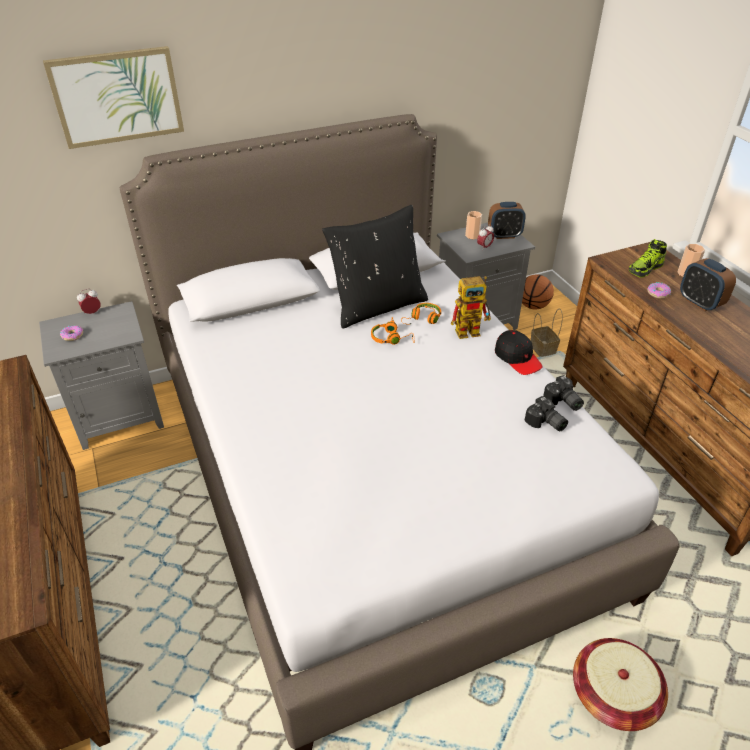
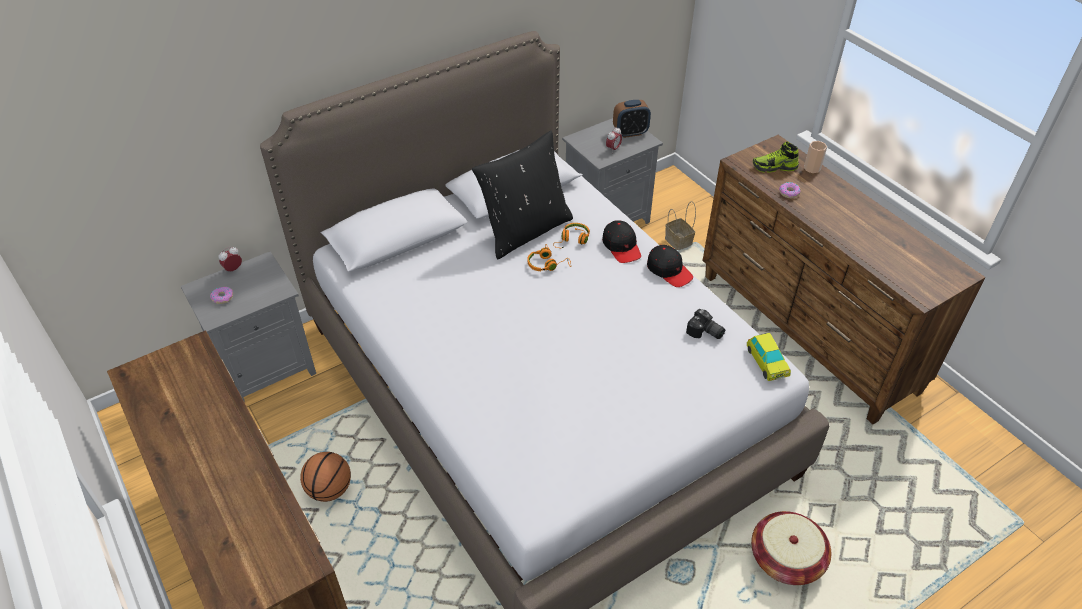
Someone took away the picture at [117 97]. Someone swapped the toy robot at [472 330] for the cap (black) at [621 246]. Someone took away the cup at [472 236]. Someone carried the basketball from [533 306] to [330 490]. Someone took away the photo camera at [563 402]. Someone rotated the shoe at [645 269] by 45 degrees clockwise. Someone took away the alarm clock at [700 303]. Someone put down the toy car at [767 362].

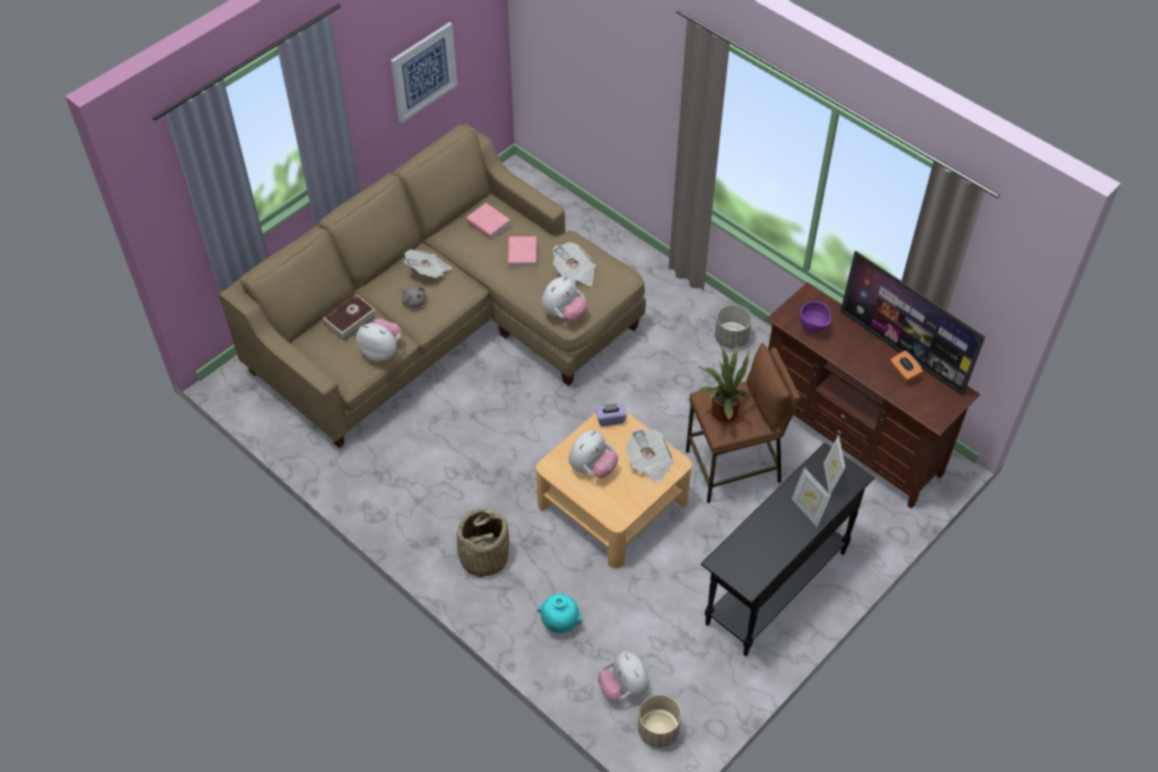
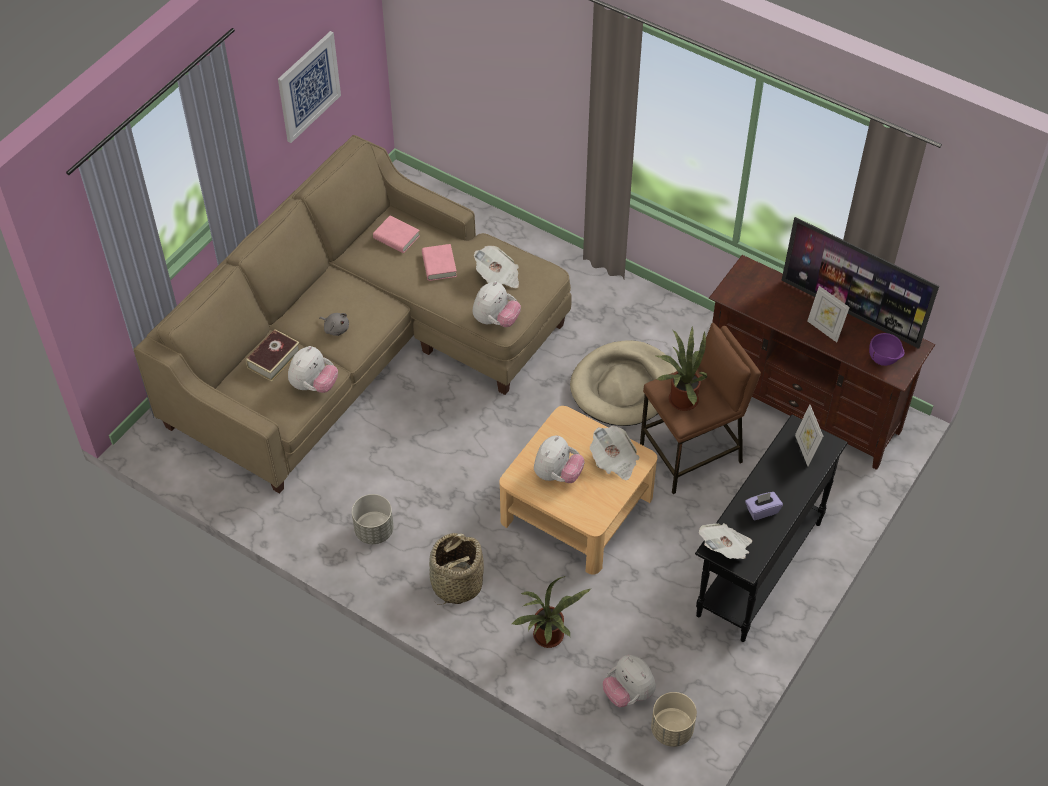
Someone rotated the plush toy at [381 351] by 105 degrees clockwise. Someone carried the newspaper from [428 271] to [725 548]. Someone swapped the vase (turquoise) at [559 623] for the potted plant at [549 638]. Someone carried the tissue box (purple) from [610 419] to [762 510]. Someone carried the planter (grey) from [731 338] to [374 530]. Someone carried the picture frame from [807 511] to [824 329]. Someone carried the bowl (purple) from [813 328] to [883 361]. Someone took away the tissue box (orange) at [904 373]. Someone put down the dog bed (beige) at [624 387].

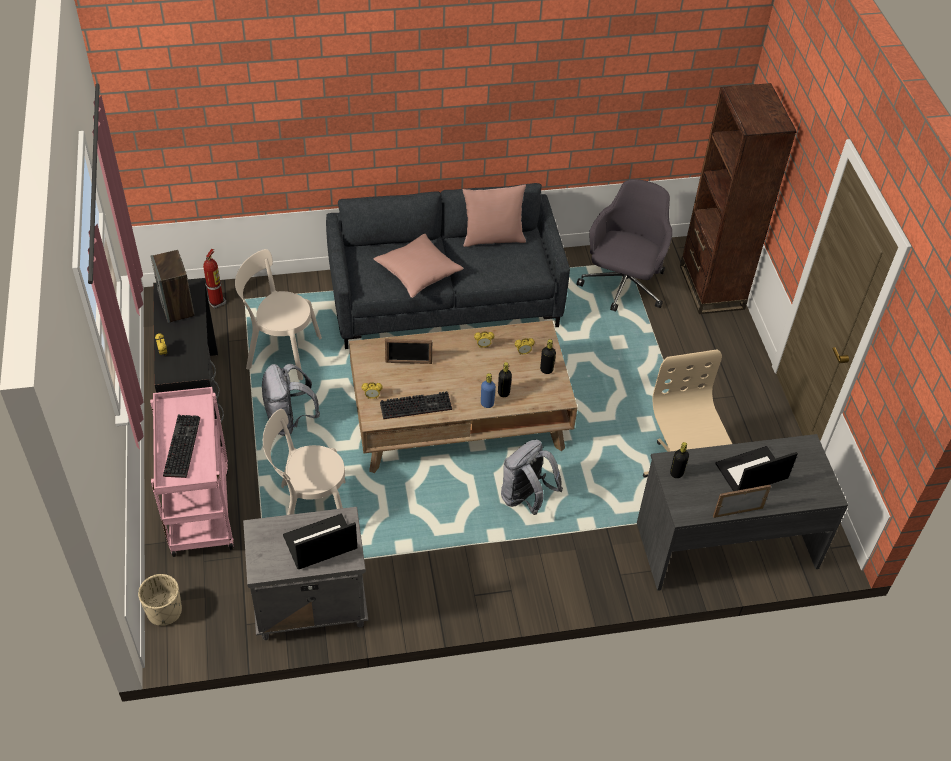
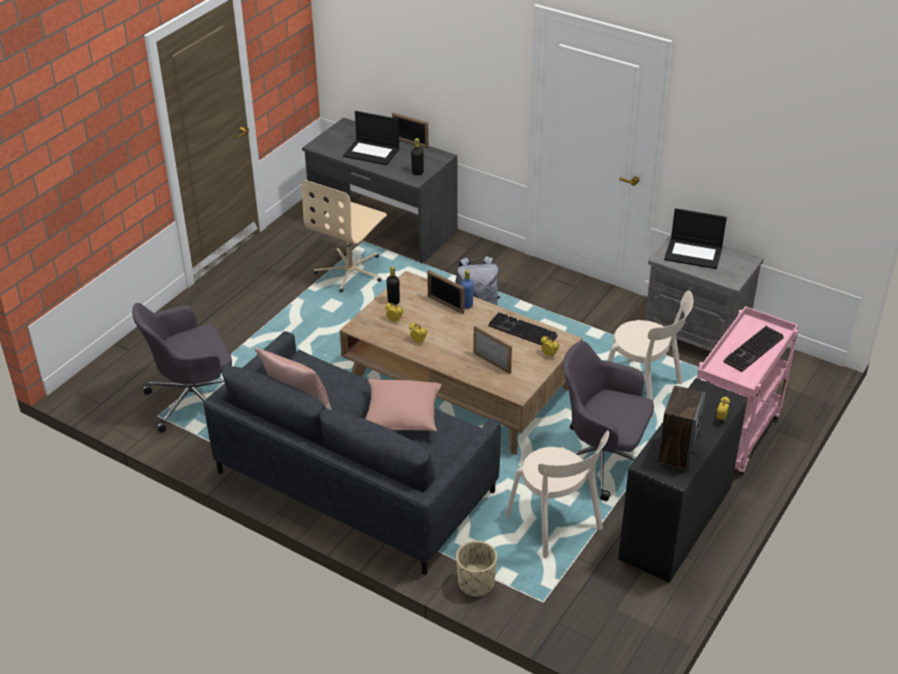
Someone carried the planter (beige) from [164 611] to [475 583]. Someone took away the fire extinguisher at [217 302]. Someone swapped the backpack (grey) at [290 420] for the office chair (grey) at [601 461]. Someone swapped the bottle (black) at [503 392] for the picture frame at [445 305]. Someone took away the bookcase (brown) at [711 287].

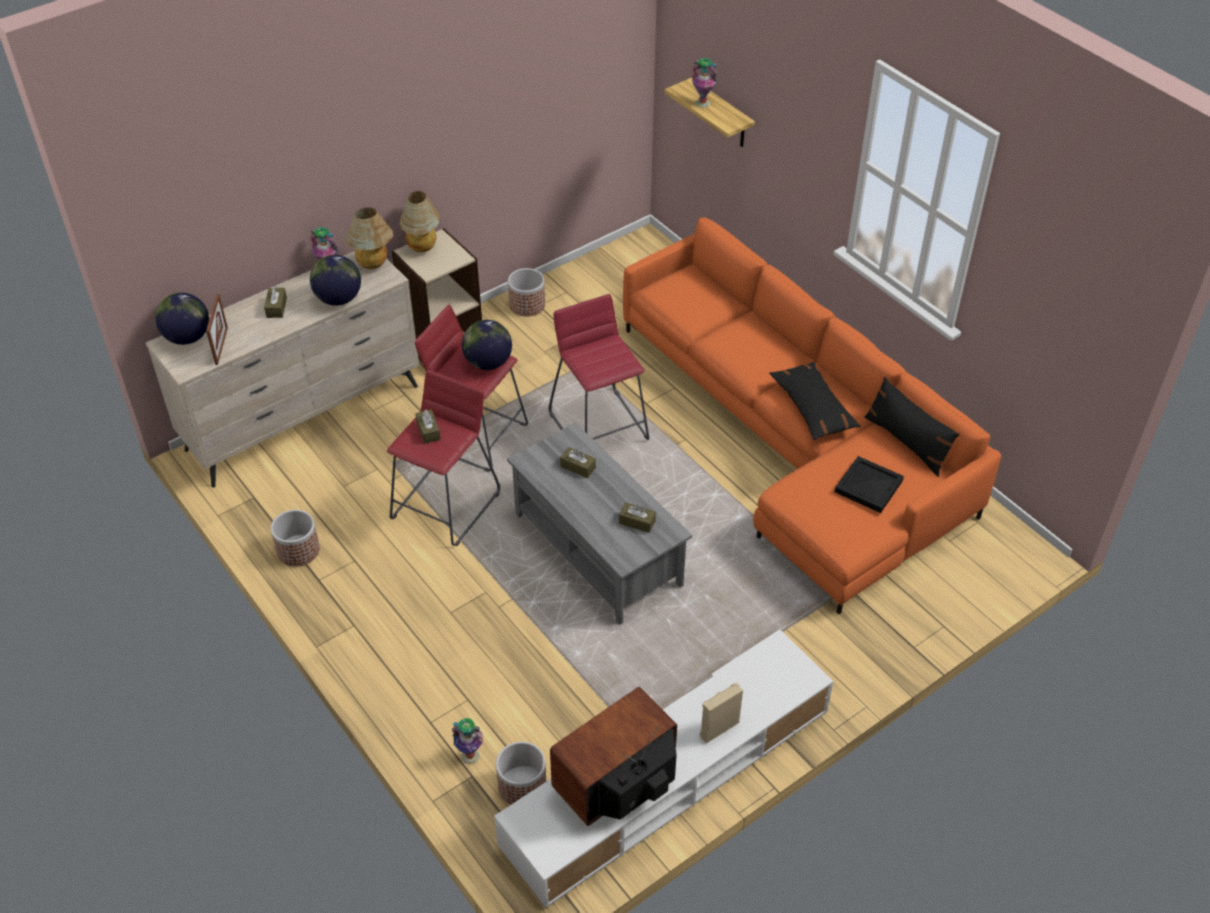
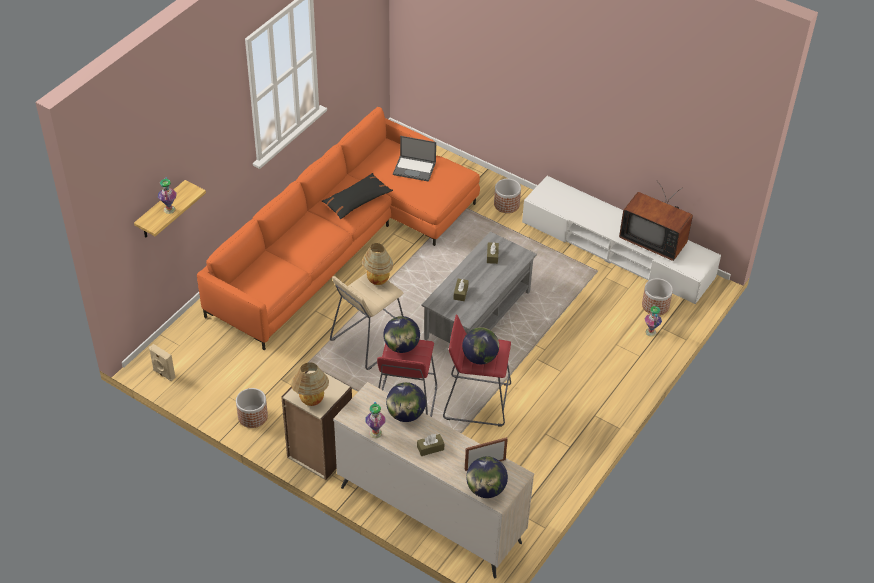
Someone carried the planter from [298 550] to [506 204]. Someone carried the table lamp from [374 265] to [377 280]. Someone swapped the tissue box (brown) at [428 431] for the globe at [479 358]. Someone repainted the stool (red) at [599 426], which became the stool (beige) at [369 341]. Someone carried the speaker (beige) from [718 728] to [163 374]. Someone swapped the tray (black) at [869 487] for the laptop at [415 168]. Someone took away the pillow (black) at [907 442].

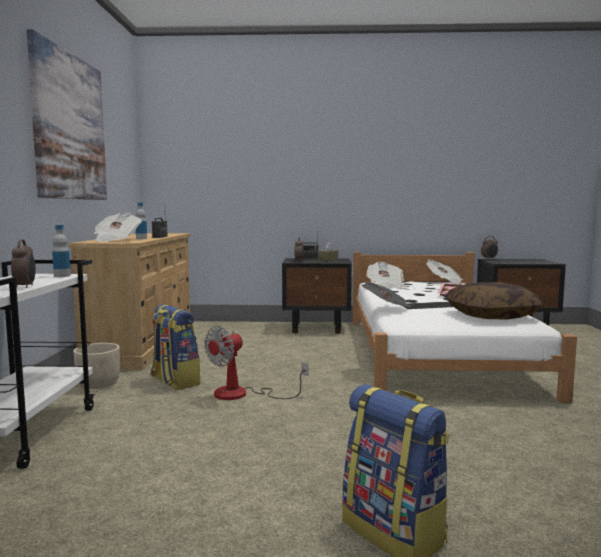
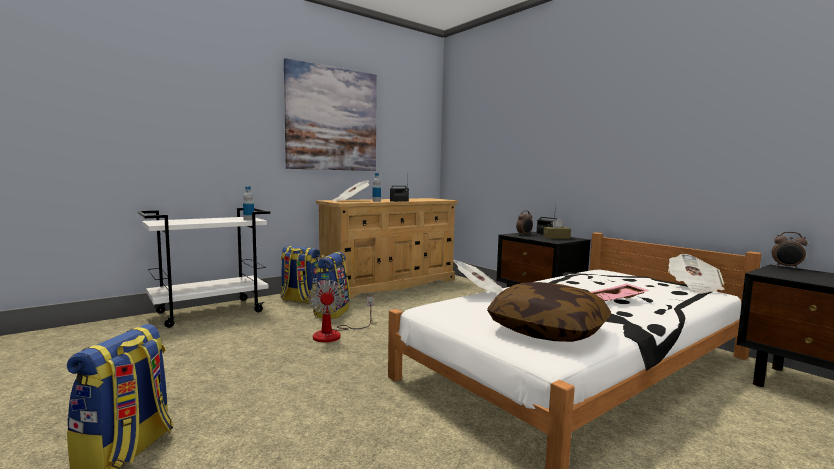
Someone took away the alarm clock at [25 286]. Someone swapped the planter (beige) at [98 384] for the backpack at [300 300]. Someone rotated the fan at [242 394] by 105 degrees counterclockwise. Someone took away the newspaper at [385 286].

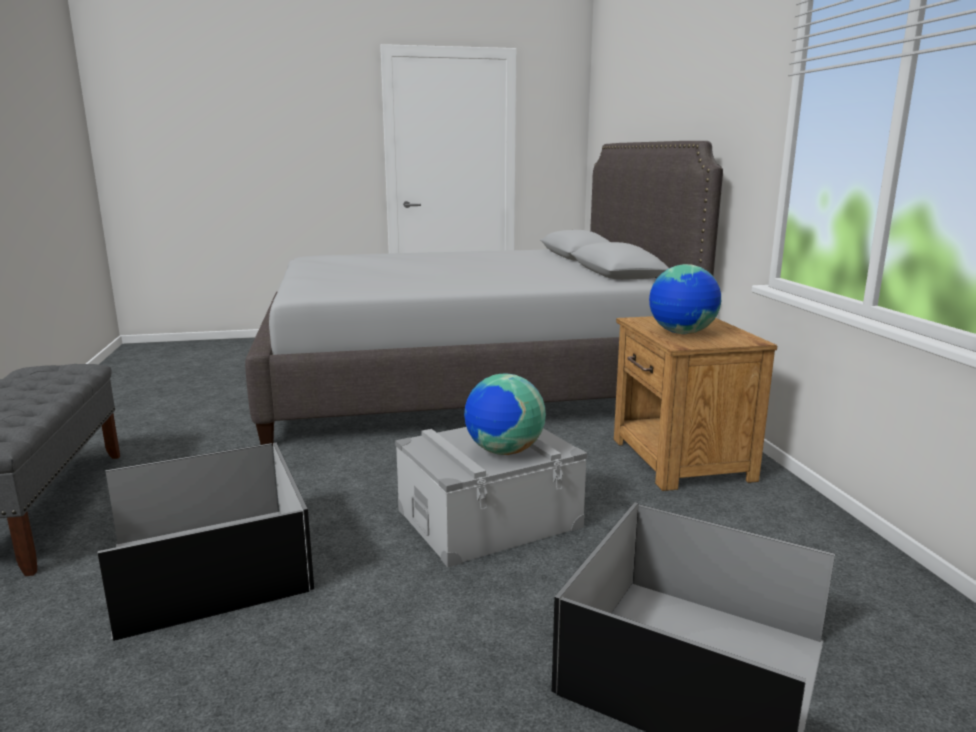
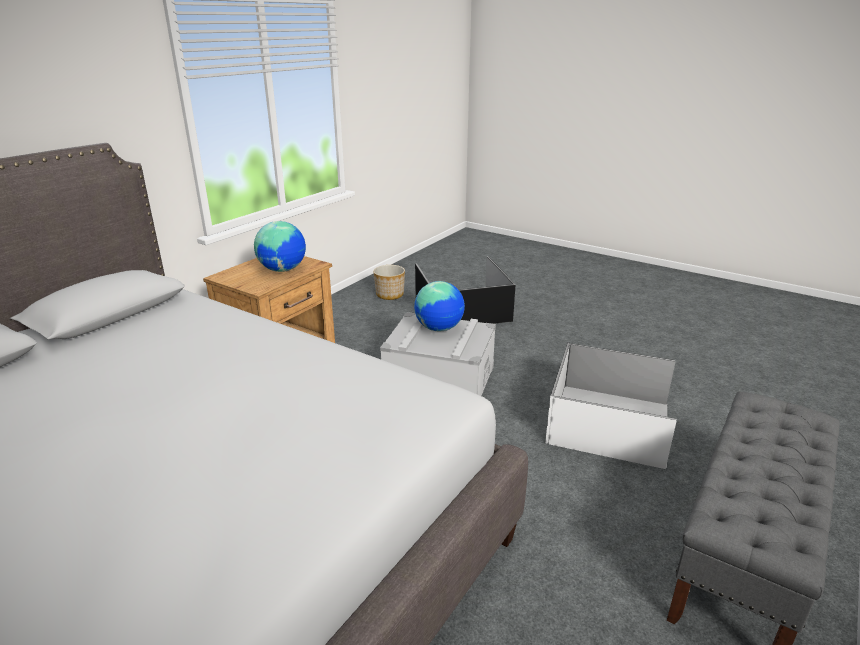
Someone repainted the storage box (black) at [209 564], which became the storage box (white) at [609 424]. Someone put down the planter at [389 294].

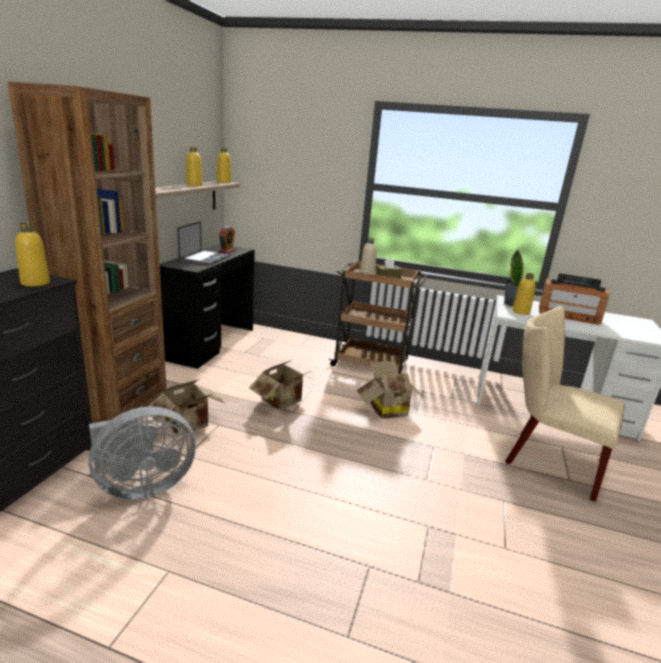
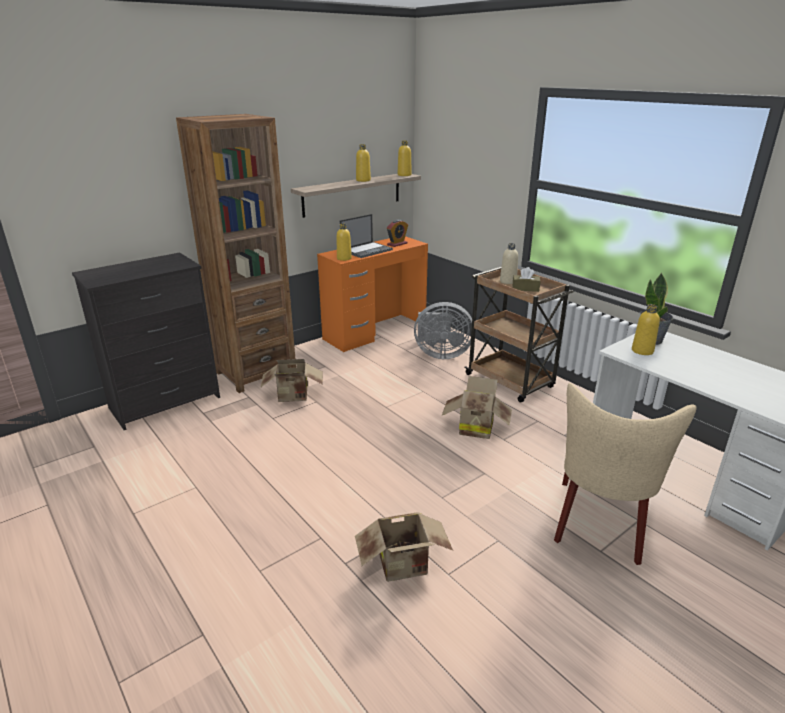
Someone carried the bottle (yellow) from [35 283] to [344 258]. Someone carried the fan (grey) from [142 486] to [440 354]. Someone repainted the desk (black) at [210 343], which became the desk (orange) at [375 331]. Someone carried the cardboard box from [284 402] to [405 567]. Someone rotated the chair (beige) at [547 460] by 135 degrees counterclockwise. Someone took away the radio at [568 315].

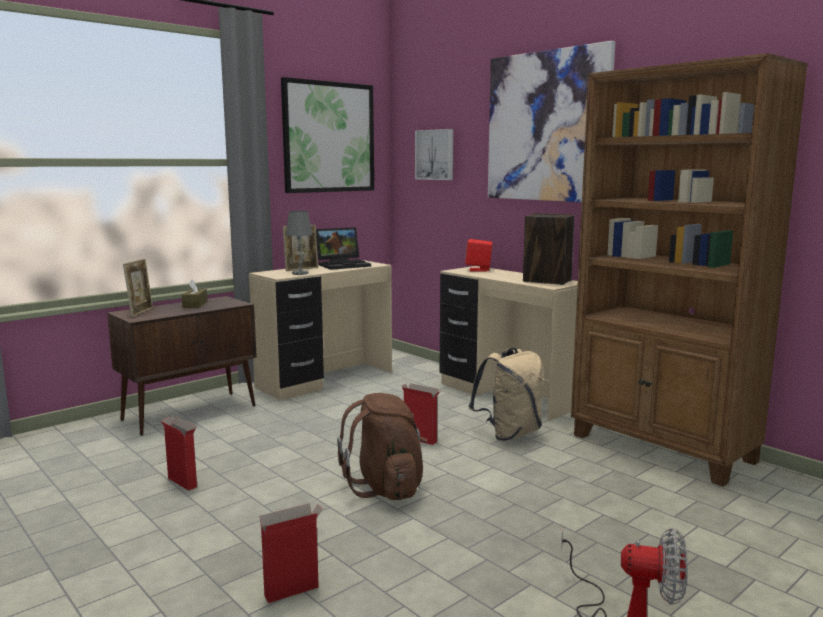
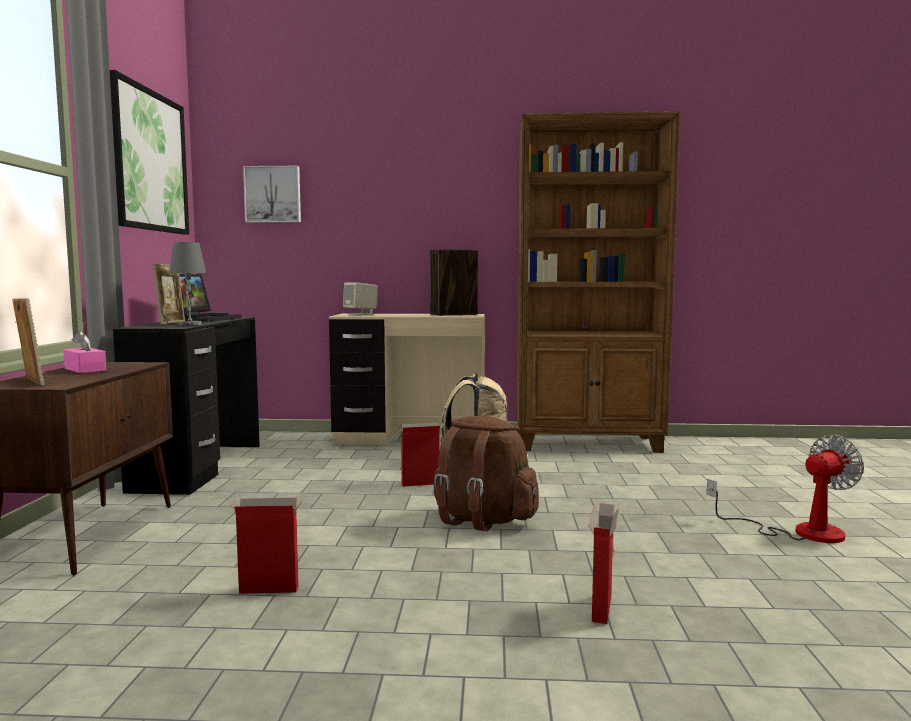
Someone repainted the tissue box (brown) at [195 304], which became the tissue box (pink) at [85 369]. Someone repainted the desk (beige) at [326 380], which became the desk (black) at [201 467]. Someone repainted the speaker (red) at [478 270], which became the speaker (beige) at [360 314]. Someone took away the picture at [547 127].

